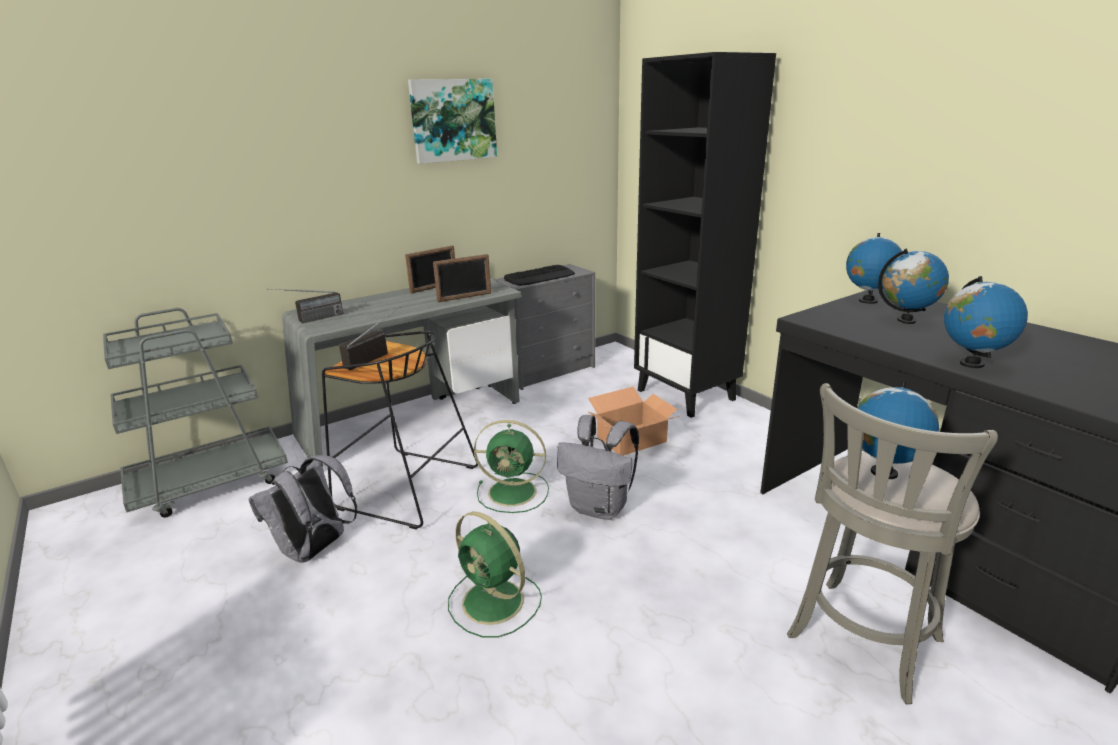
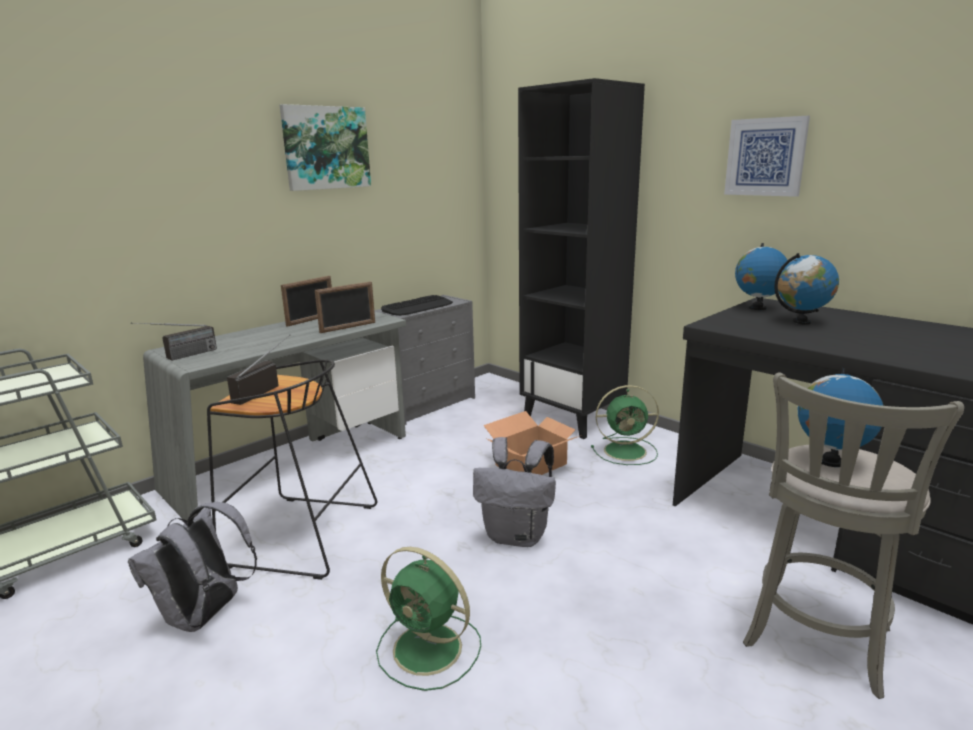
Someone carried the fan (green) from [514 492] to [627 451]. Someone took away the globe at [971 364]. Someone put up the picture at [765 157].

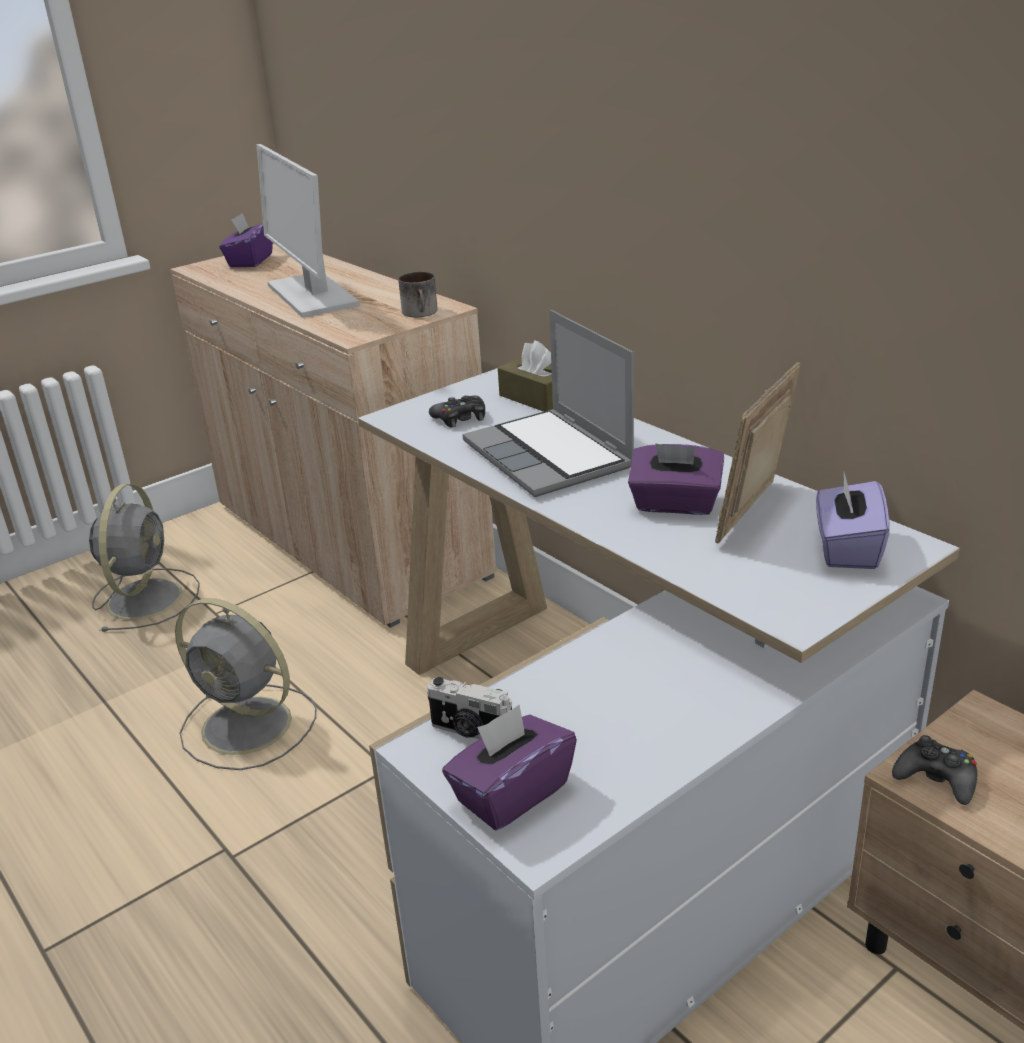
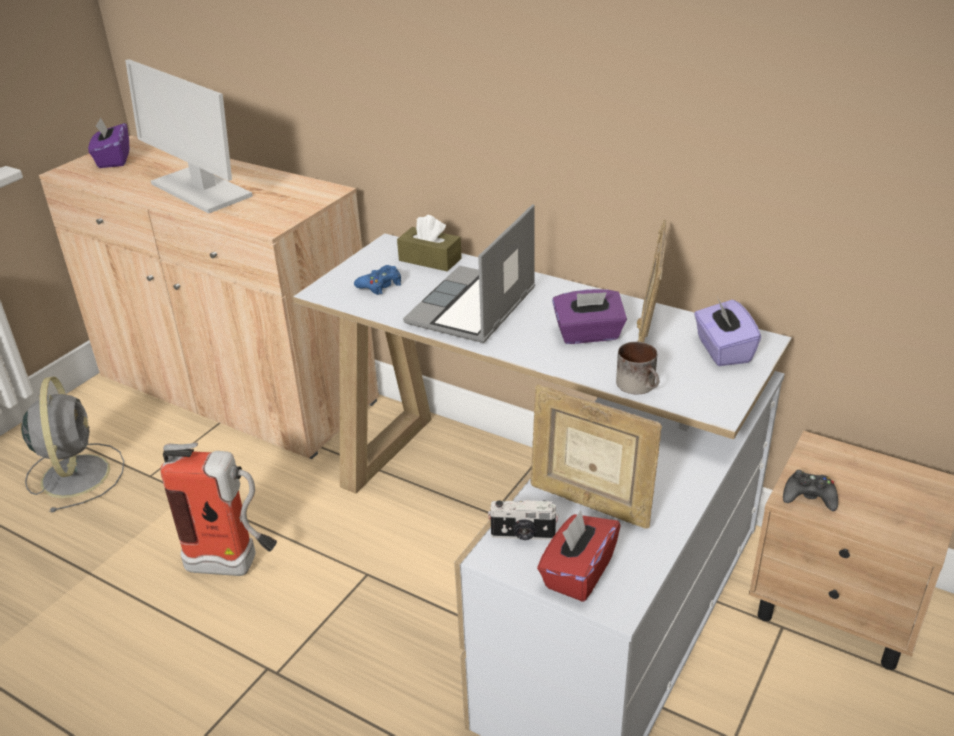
Someone swapped the fan (grey) at [250 726] for the fire extinguisher at [235 565]. Someone carried the mug from [422 313] to [640 385]. Someone repainted the game controller (black) at [460 418], which became the game controller (blue) at [380 285]. Someone repainted the tissue box (purple) at [511 793], which became the tissue box (red) at [577 573]. Someone rotated the laptop at [550 456] by 75 degrees clockwise. Someone put down the picture frame at [589 502].

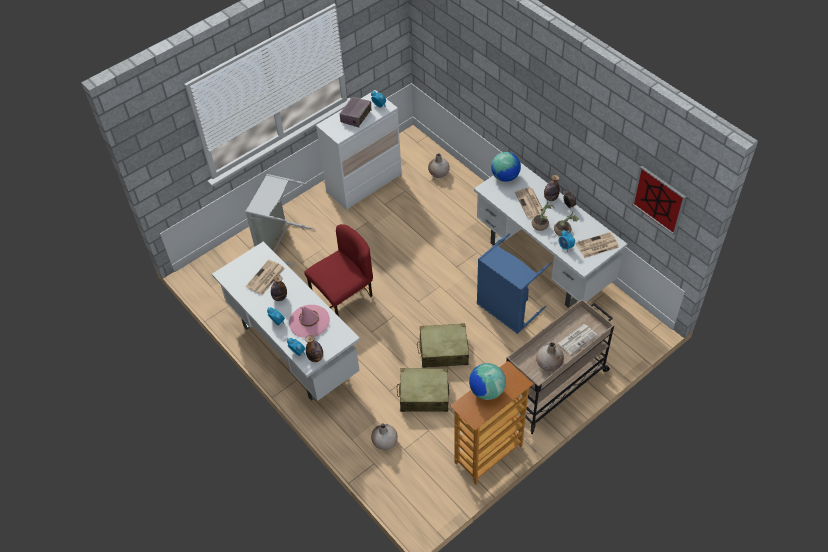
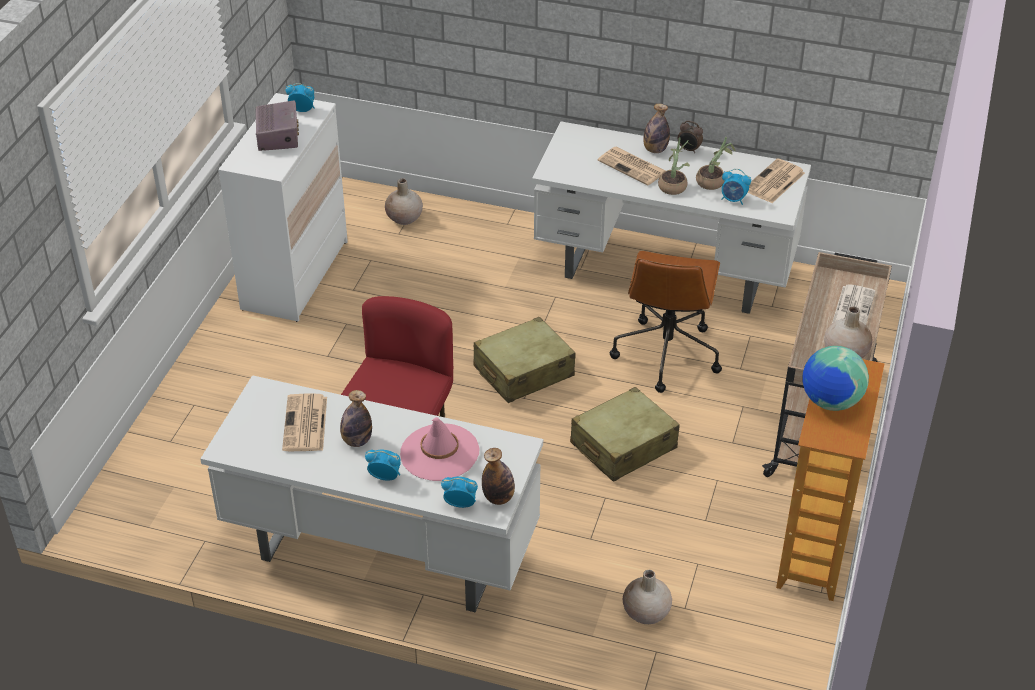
Someone took away the laundry basket (grey) at [280 241]. Someone carried the suitcase (beige) from [423 395] to [523 372]. Someone swapped the laundry basket (blue) at [506 310] for the office chair (brown) at [666 353]. Someone took away the globe at [505 177]. Someone took away the picture at [658 200].

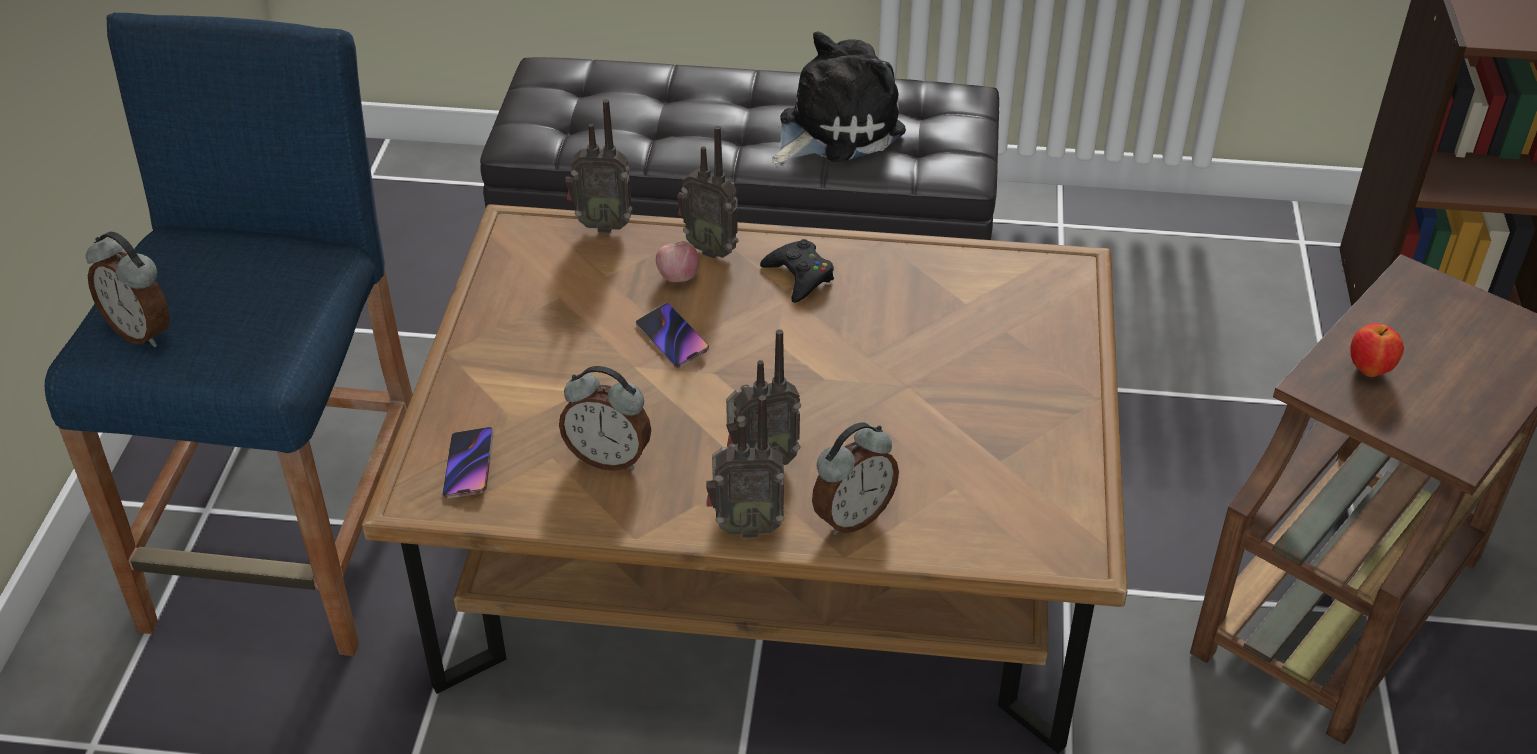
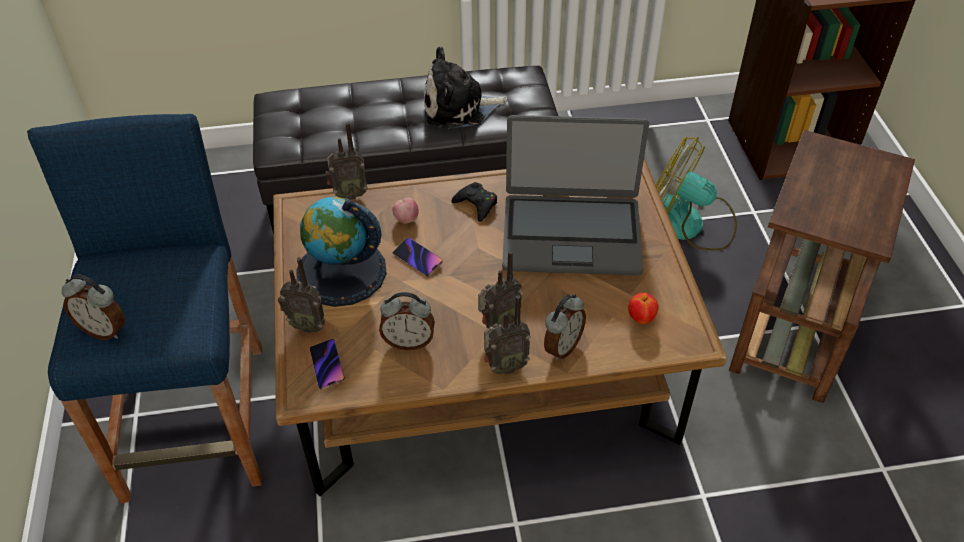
Someone carried the radio from [712 248] to [307 325]. Someone rotated the plush toy at [834 129] by 135 degrees counterclockwise. Someone carried the apple from [1369 370] to [641 319]. Someone put down the globe at [341 272]. Someone put down the laptop at [571 234]. Someone put down the fan at [689 224].

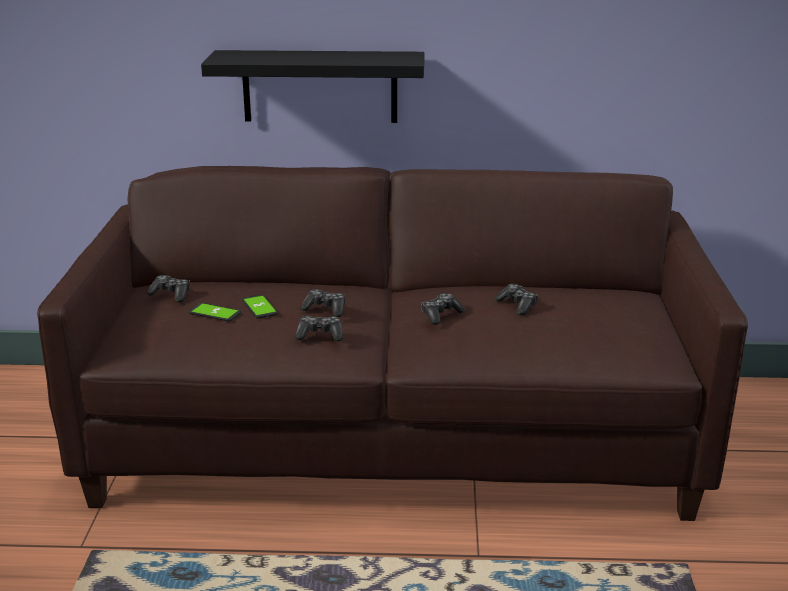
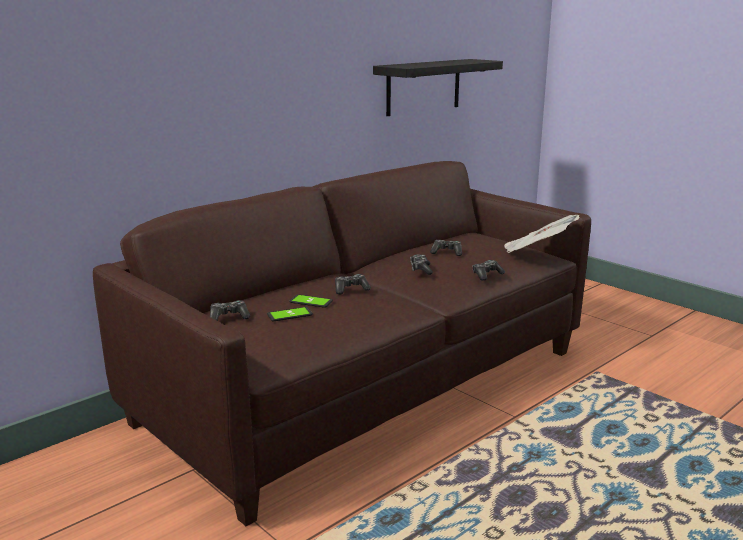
Someone carried the shelf (black) from [320 86] to [423 86]. Someone carried the game controller from [320 335] to [487 275]. Someone put down the newspaper at [537 252].

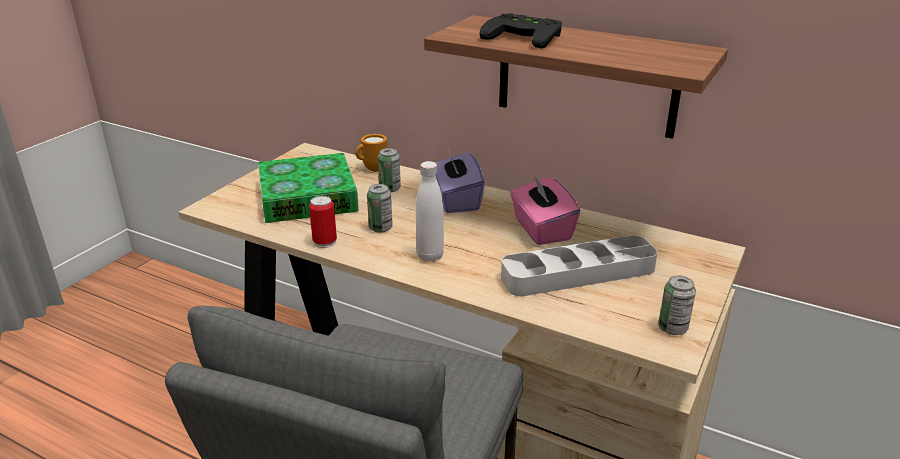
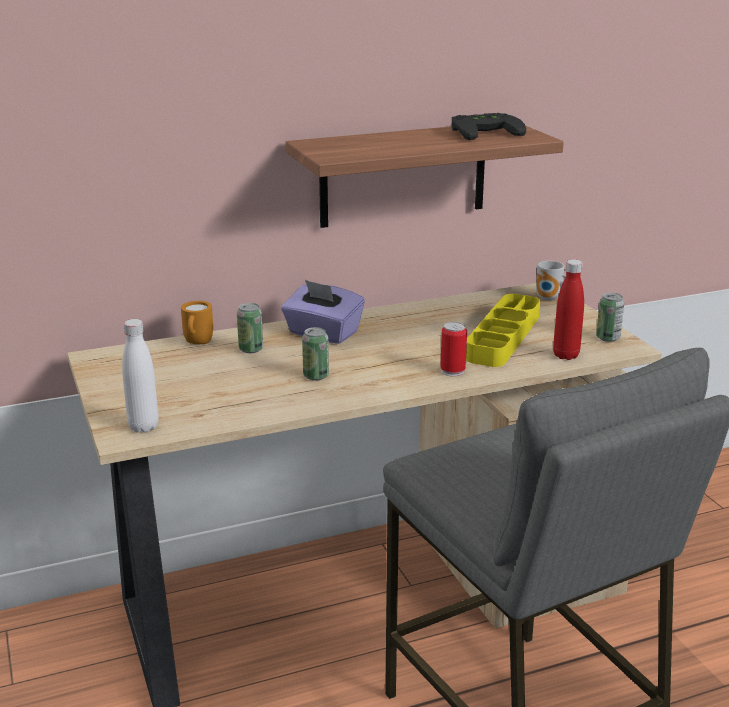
Someone took away the book at [307 197]. Someone carried the can from [325 242] to [452 371]. Someone carried the bottle (white) from [430 256] to [143 427]. Someone carried the game controller (black) from [525 36] to [484 132]. Someone repainted the tray (grey) at [578 273], which became the tray (yellow) at [503 337]. Someone took away the tissue box (pink) at [541 229]. Someone put down the mug at [549 299]. Someone put down the bottle (red) at [566 355].

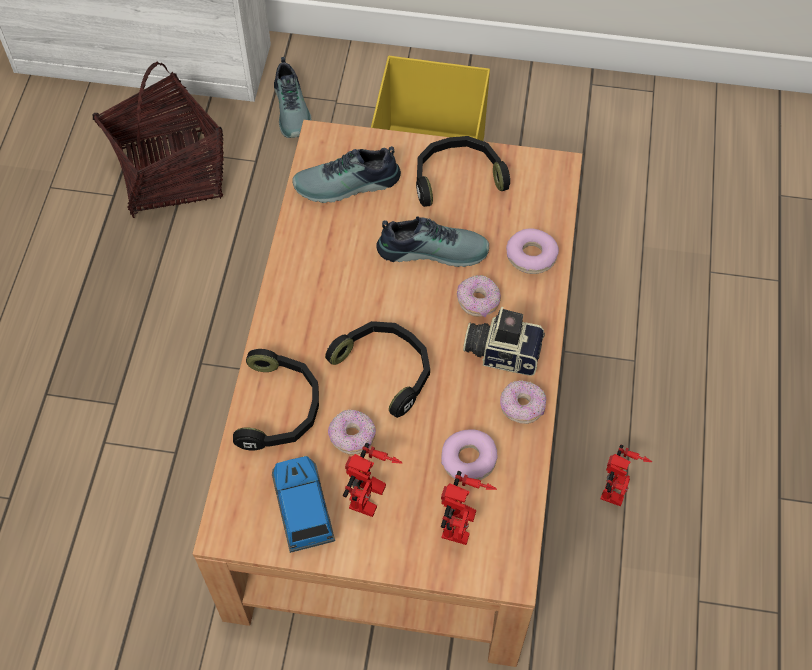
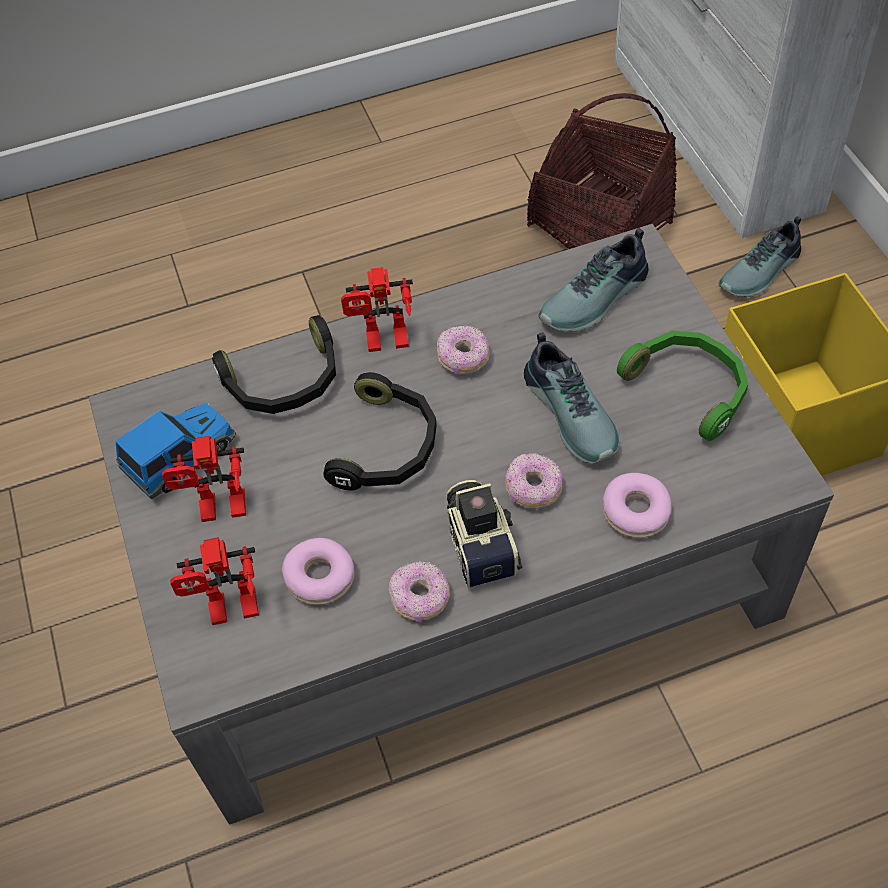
Someone repainted the coffee table (brown) at [405 422], which became the coffee table (grey) at [457 567]. Someone rotated the shoe at [347 185] by 90 degrees counterclockwise. Someone carried the donut from [352 437] to [463 358]. Someone repainted the headphones (black) at [457 177], which became the headphones (green) at [689 388]. Someone carried the toy robot from [618 493] to [384 343].

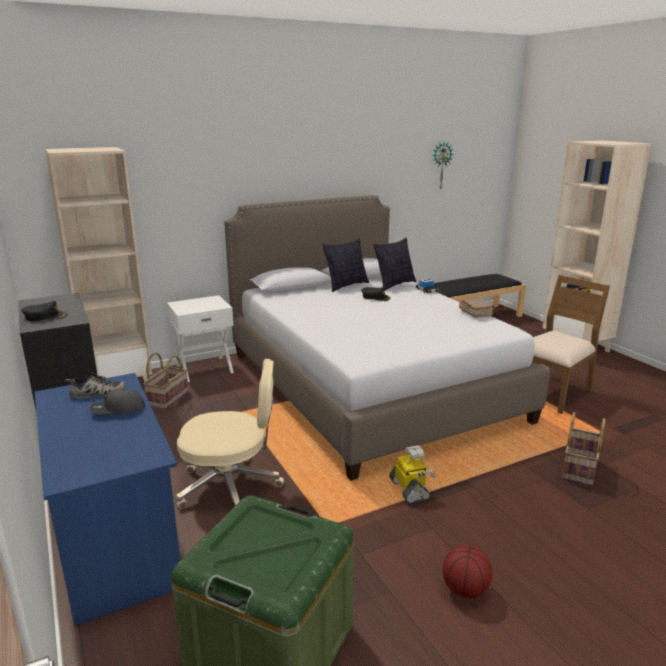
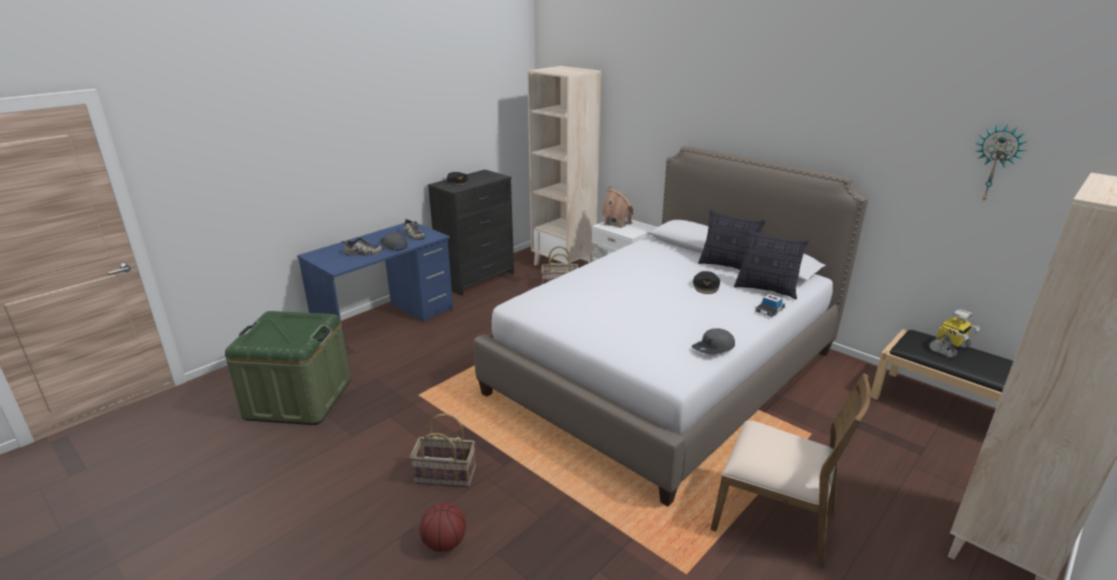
Someone took away the office chair (beige) at [231 486]. Someone carried the toy robot from [410 489] to [949 348]. Someone carried the basketball from [464 590] to [444 543]. Someone swapped the book (brown) at [475 313] for the cap (grey) at [713 348]. Someone carried the basket from [580 469] to [444 476]. Someone put down the shoe at [363 253]. Someone put down the toy house at [617 223].

